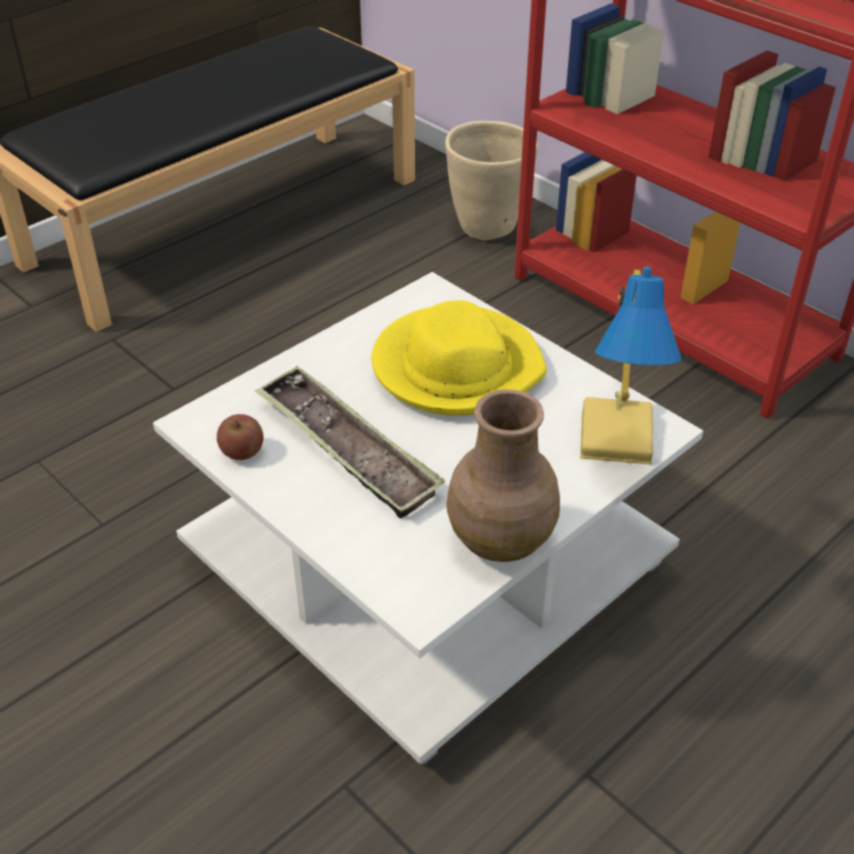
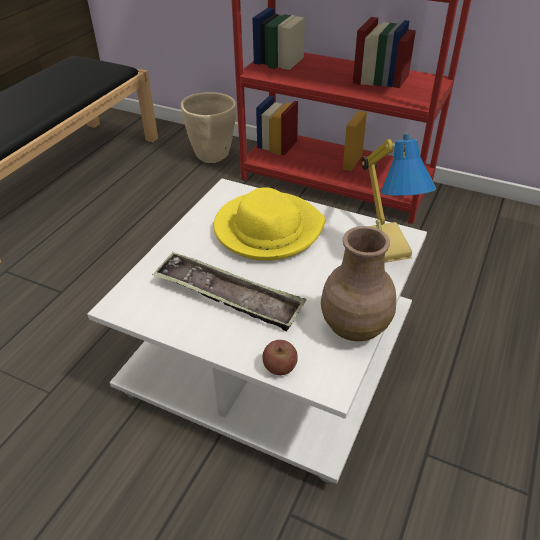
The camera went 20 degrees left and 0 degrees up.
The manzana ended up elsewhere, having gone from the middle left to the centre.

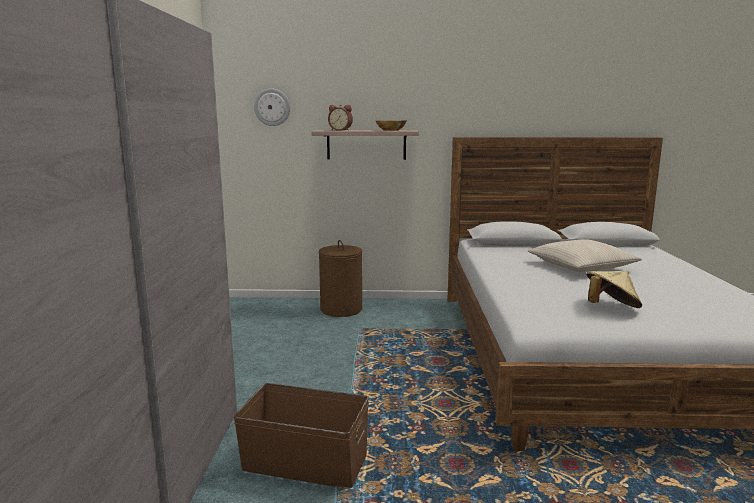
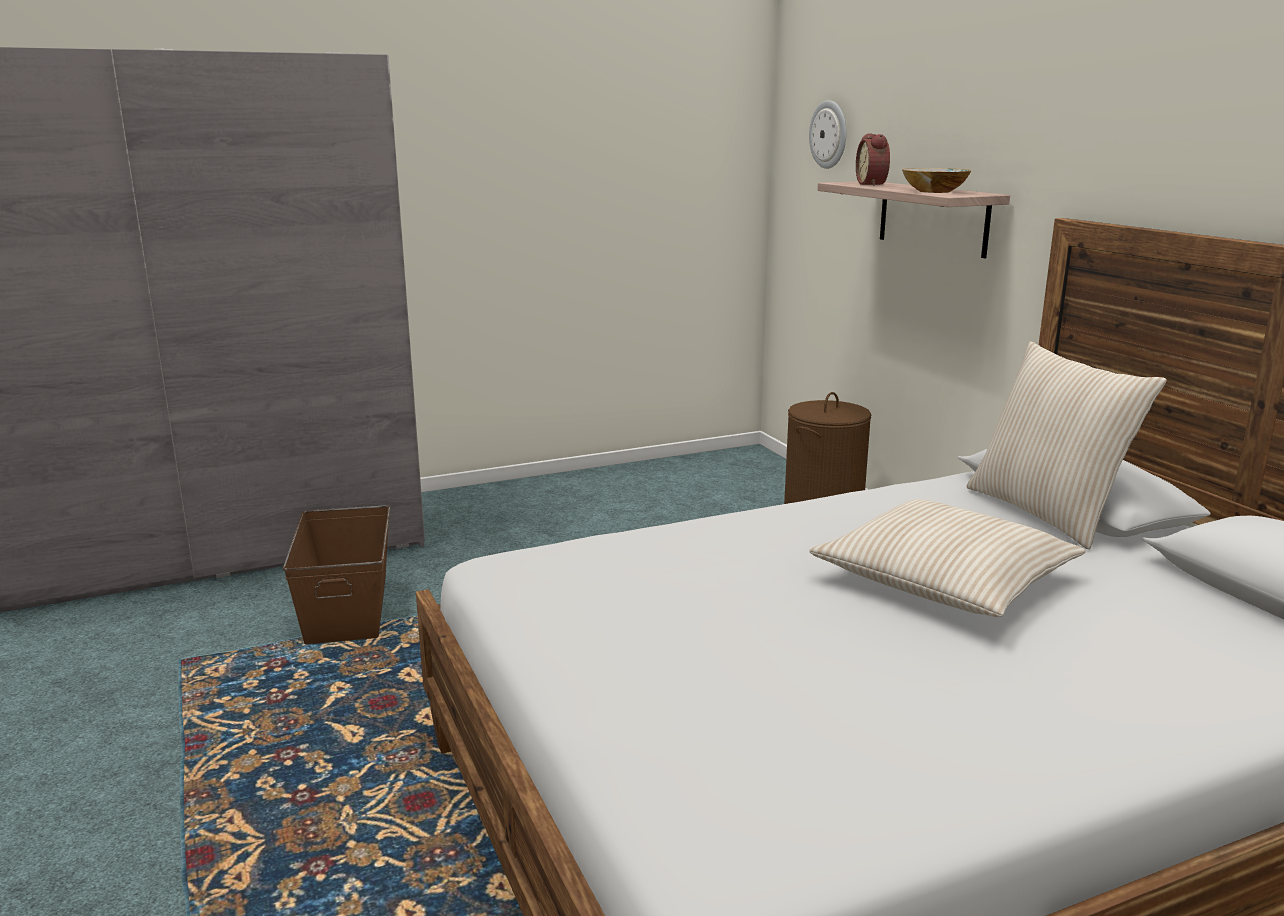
The camera went 65 degrees right and 5 degrees up.
The second view lost the sombrero [beis] at the middle right.
The second view gained the cojín [beis] (no. 2 from left) at the middle right.

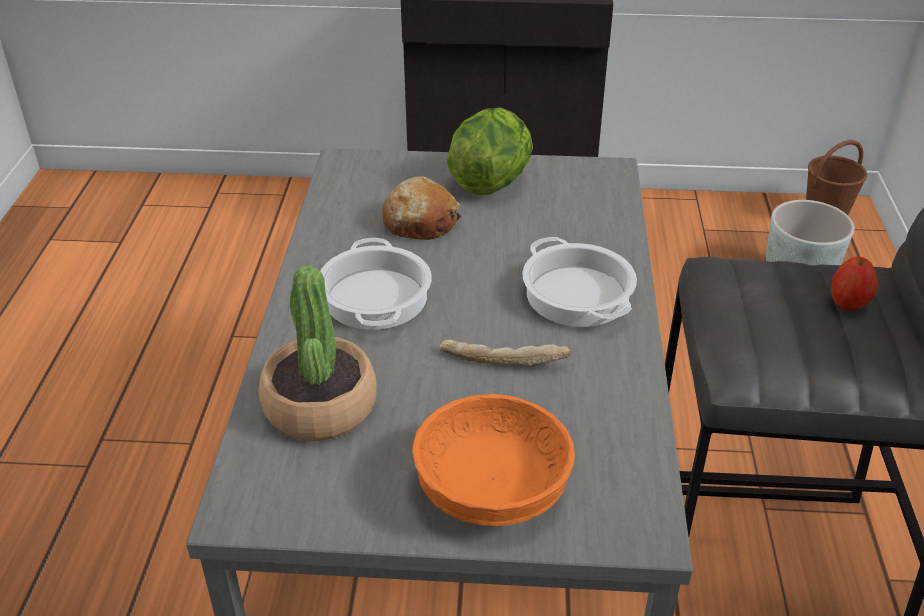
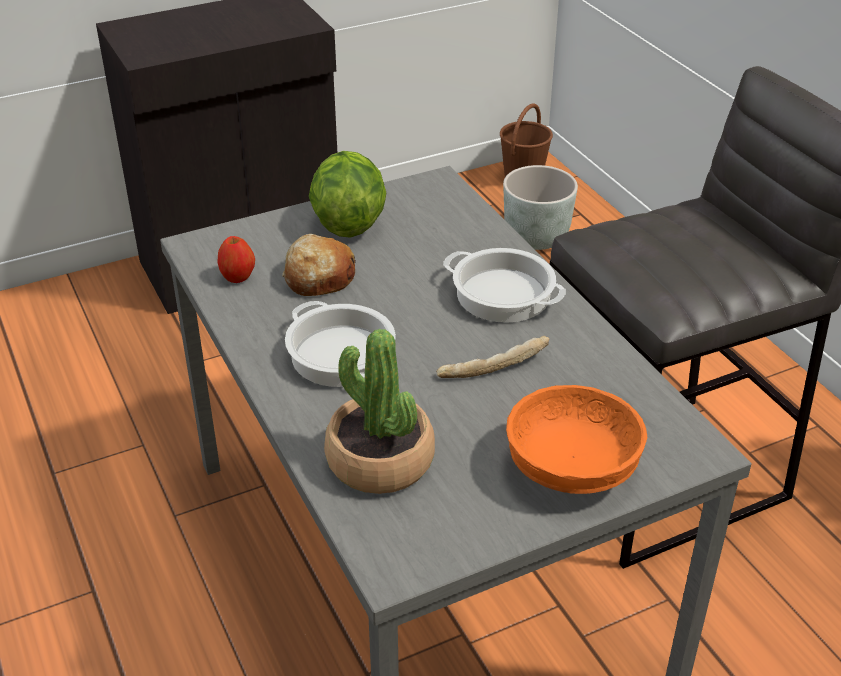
The camera went 30 degrees left and 0 degrees up.
The manzana ended up elsewhere, having gone from the middle right to the middle left.

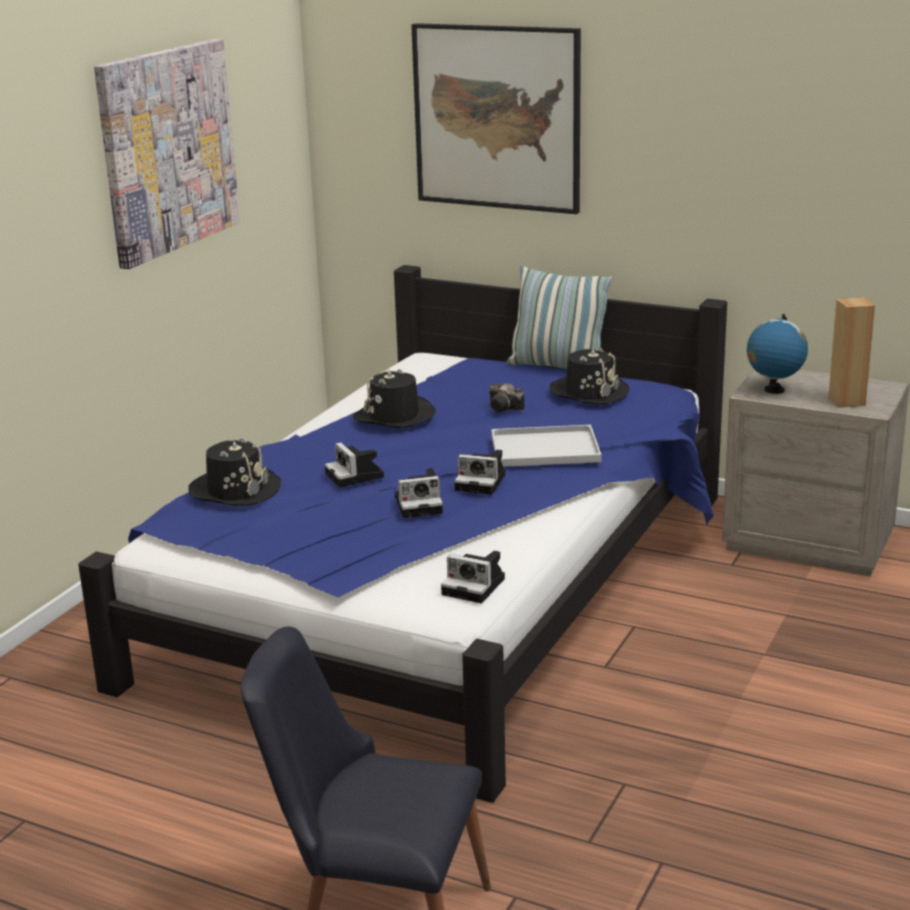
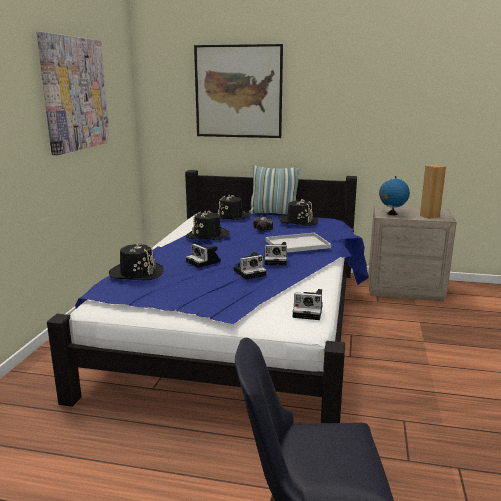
The camera went 15 degrees left and 5 degrees down.
The second view gained the sombrero [negro] (no. 3 from left) at the centre.

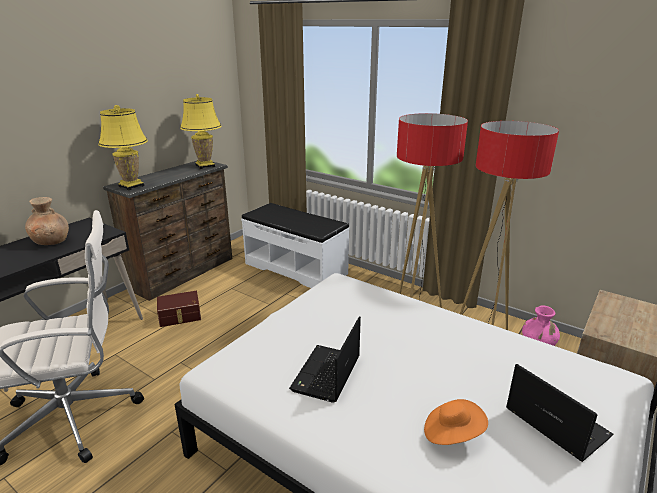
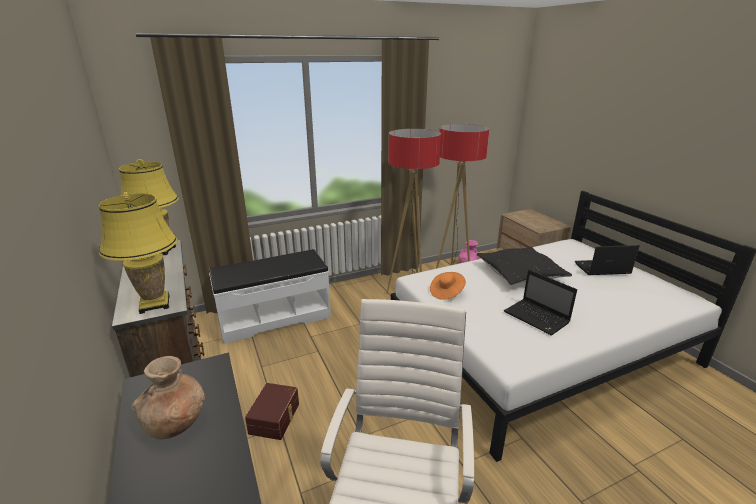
The camera went 60 degrees left and 0 degrees up.
The second view gained the cojín [negro] at the middle right.
The sombrero [naranja] ended up elsewhere, having gone from the bottom right to the centre.

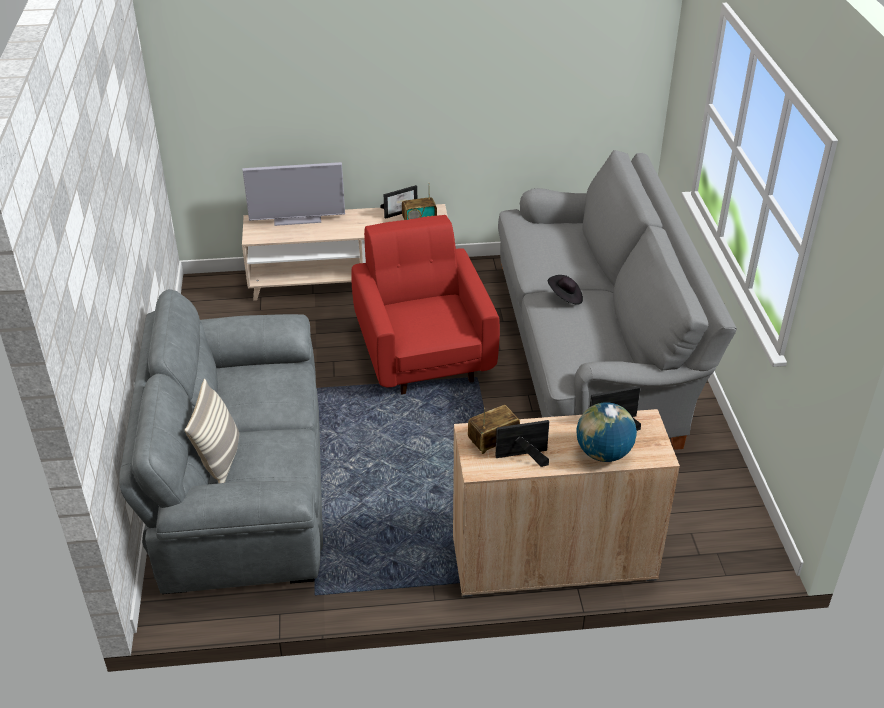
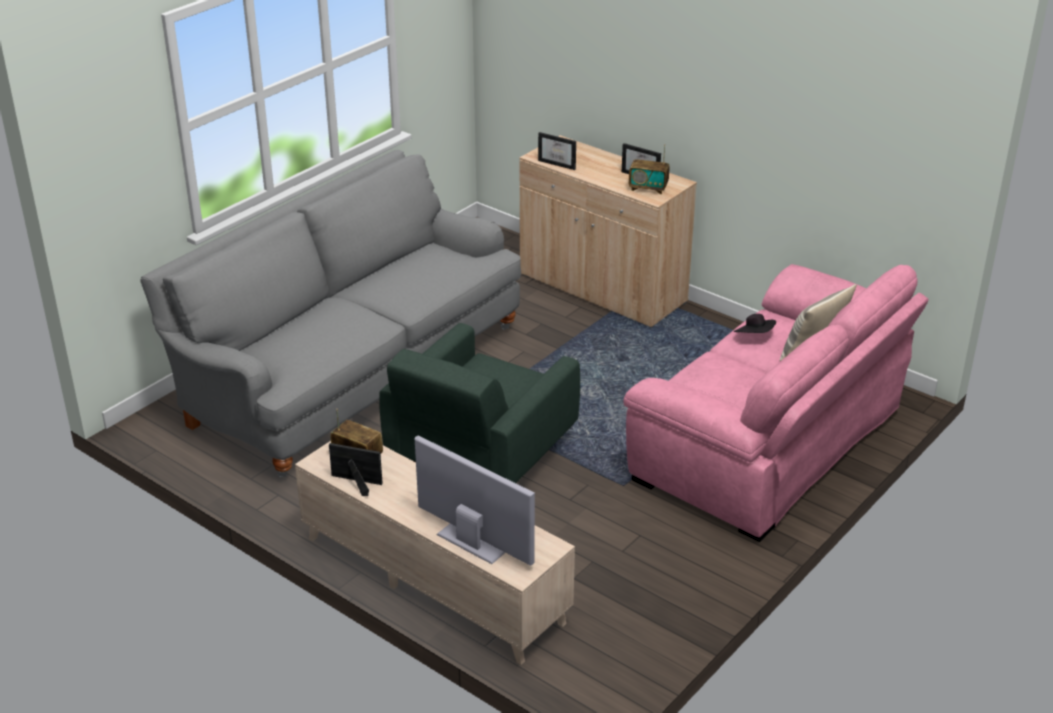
The camera went 135 degrees left and 5 degrees down.
The second view lost the globo terráqueo at the middle right.
The sombrero [negro] ended up elsewhere, having gone from the centre to the middle right.
What was the sofá [gris] (no. 1 from left) at the middle left turned into the sofá [rosa] at the middle right.
What was the sillón [rojo] at the centre turned into the sillón [verde] at the centre.

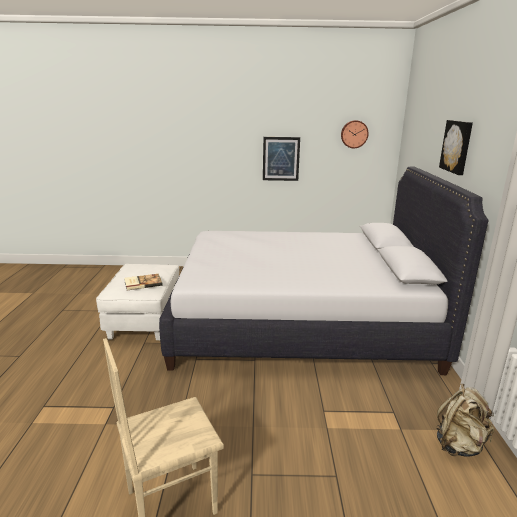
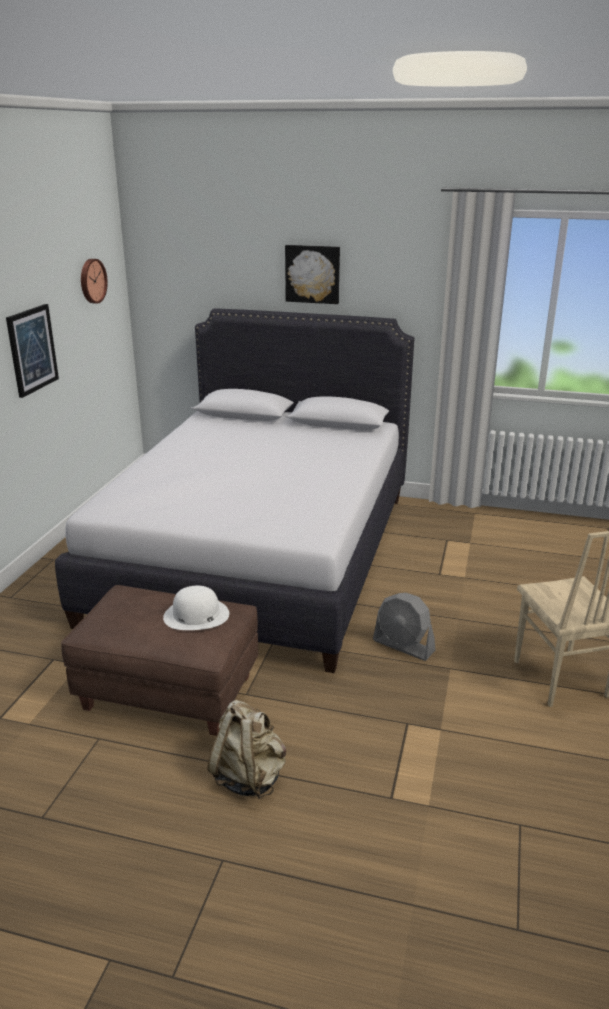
The camera went 75 degrees left and 5 degrees up.
The second view gained the ventilador [gris] at the centre.
The mochila [beis] ended up elsewhere, having gone from the bottom right to the bottom centre.
Where the libro stood at the middle left, the sombrero [blanco] came to stand at the middle left.
What was the puf [blanco] at the middle left turned into the puf [marrón] at the middle left.

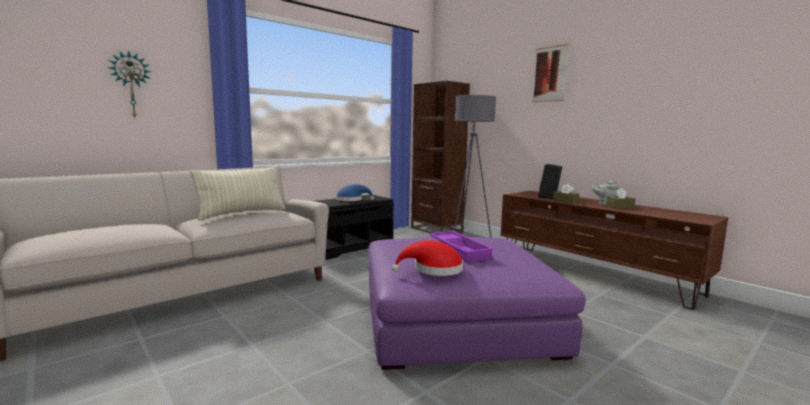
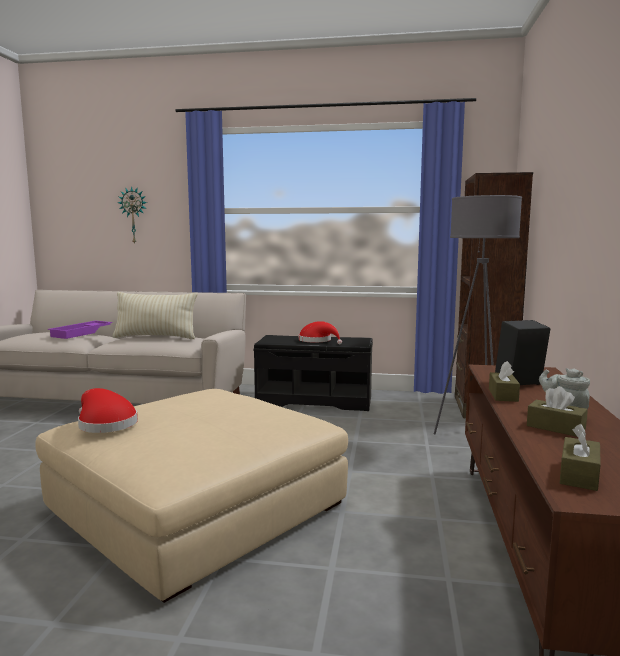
The camera went 50 degrees right and 0 degrees up.
The second view lost the cuadro at the top right.
The second view gained the caja de pañuelos [marrón] (no. 3 from left) at the bottom right.
The bandeja [morado] ended up elsewhere, having gone from the centre to the middle left.
What was the sombrero [azul] at the centre turned into the sombrero [rojo] (no. 2 from left) at the centre.
What was the puf [morado] at the bottom centre turned into the puf [beis] at the bottom left.

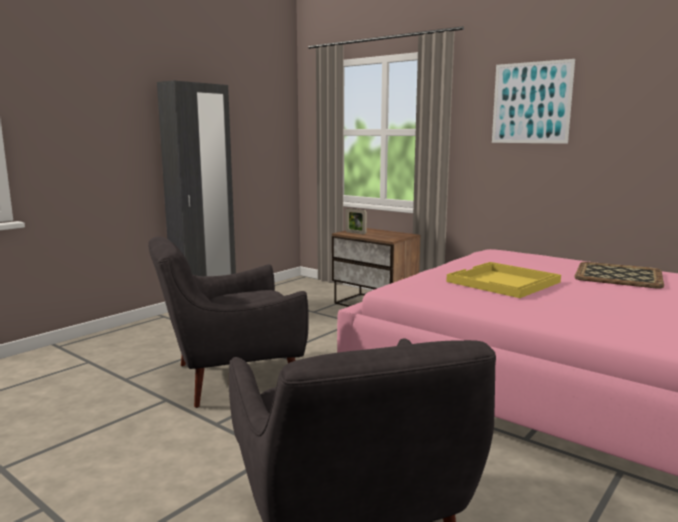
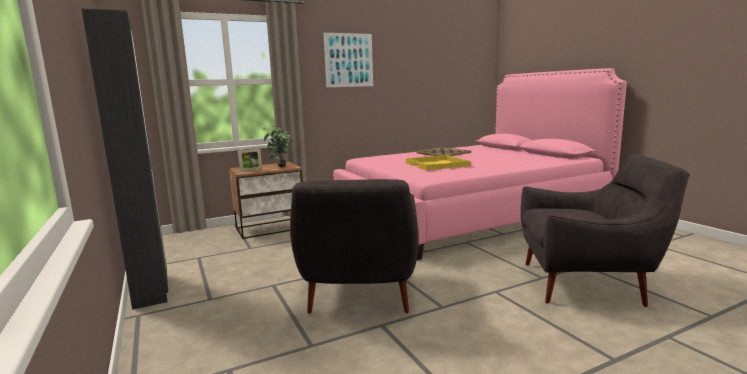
The camera went 65 degrees left and 0 degrees up.
The second view gained the planta en maceta at the centre.

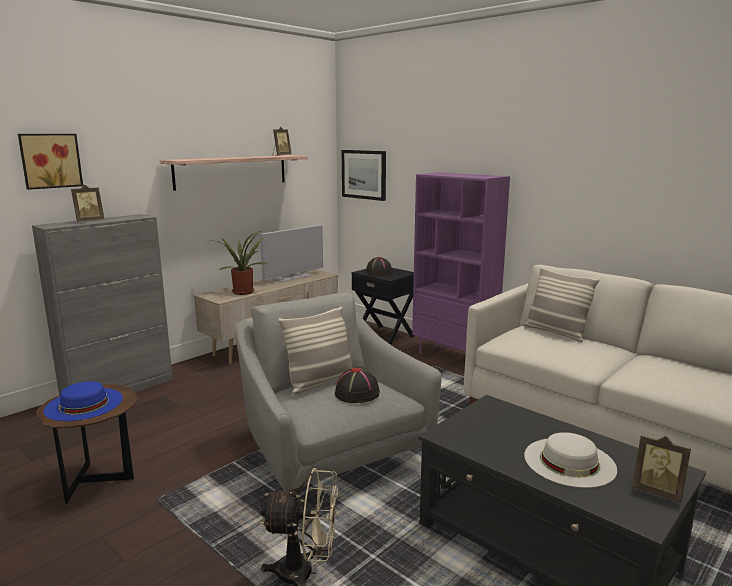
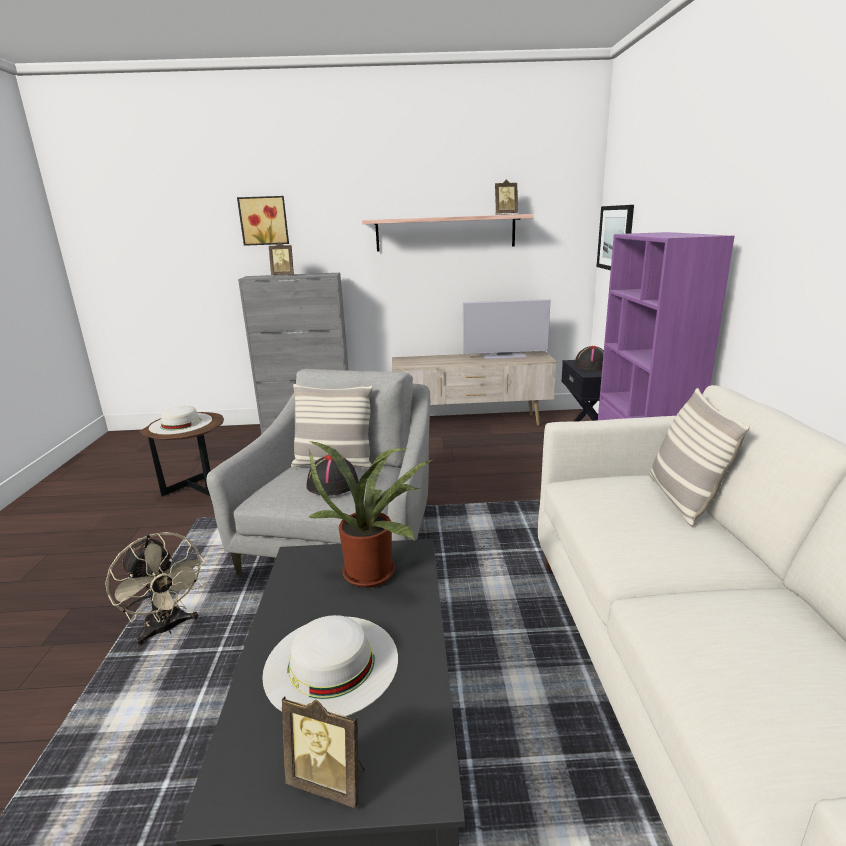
The camera went 45 degrees right and 5 degrees up.
The planta en maceta ended up elsewhere, having gone from the middle left to the centre.
What was the sombrero [azul] at the bottom left turned into the sombrero [blanco] (no. 1 from left) at the middle left.
The portarretratos (no. 3 from left in the first image) at the bottom right ended up facing another way, 60 degrees counterclockwise from before.

